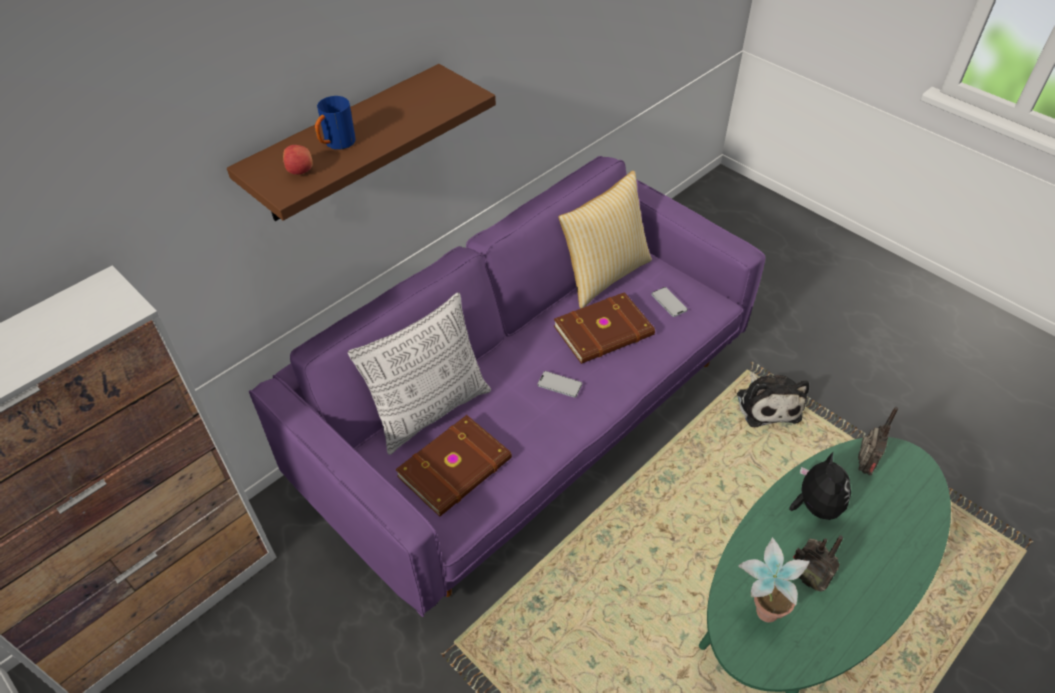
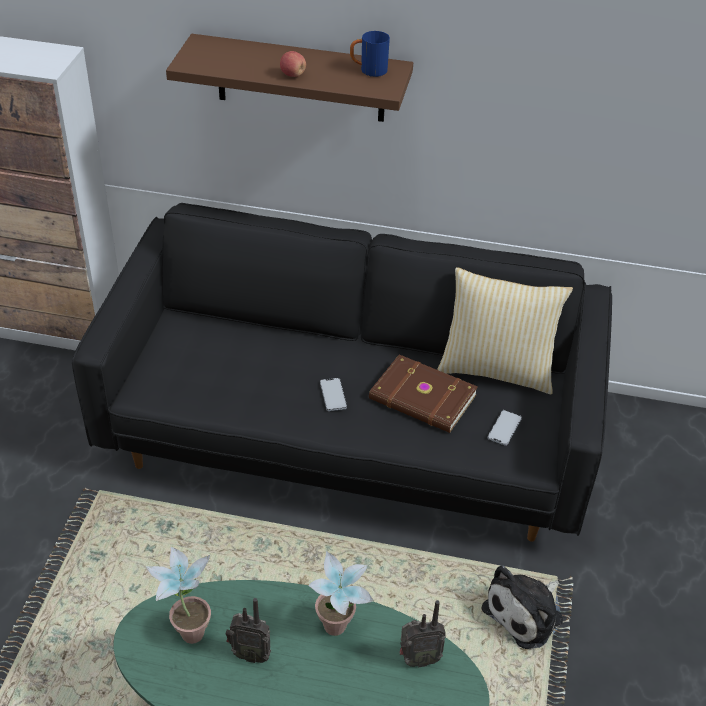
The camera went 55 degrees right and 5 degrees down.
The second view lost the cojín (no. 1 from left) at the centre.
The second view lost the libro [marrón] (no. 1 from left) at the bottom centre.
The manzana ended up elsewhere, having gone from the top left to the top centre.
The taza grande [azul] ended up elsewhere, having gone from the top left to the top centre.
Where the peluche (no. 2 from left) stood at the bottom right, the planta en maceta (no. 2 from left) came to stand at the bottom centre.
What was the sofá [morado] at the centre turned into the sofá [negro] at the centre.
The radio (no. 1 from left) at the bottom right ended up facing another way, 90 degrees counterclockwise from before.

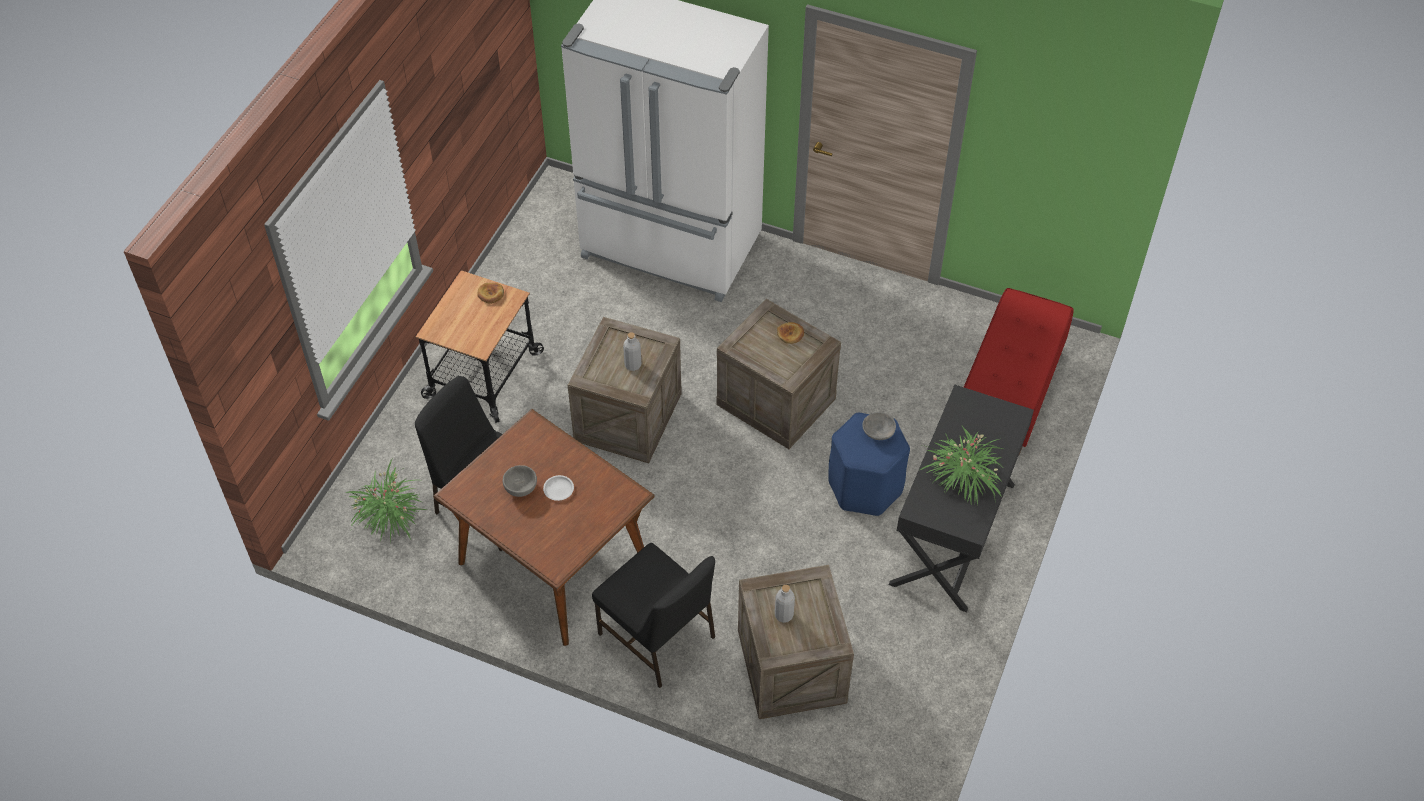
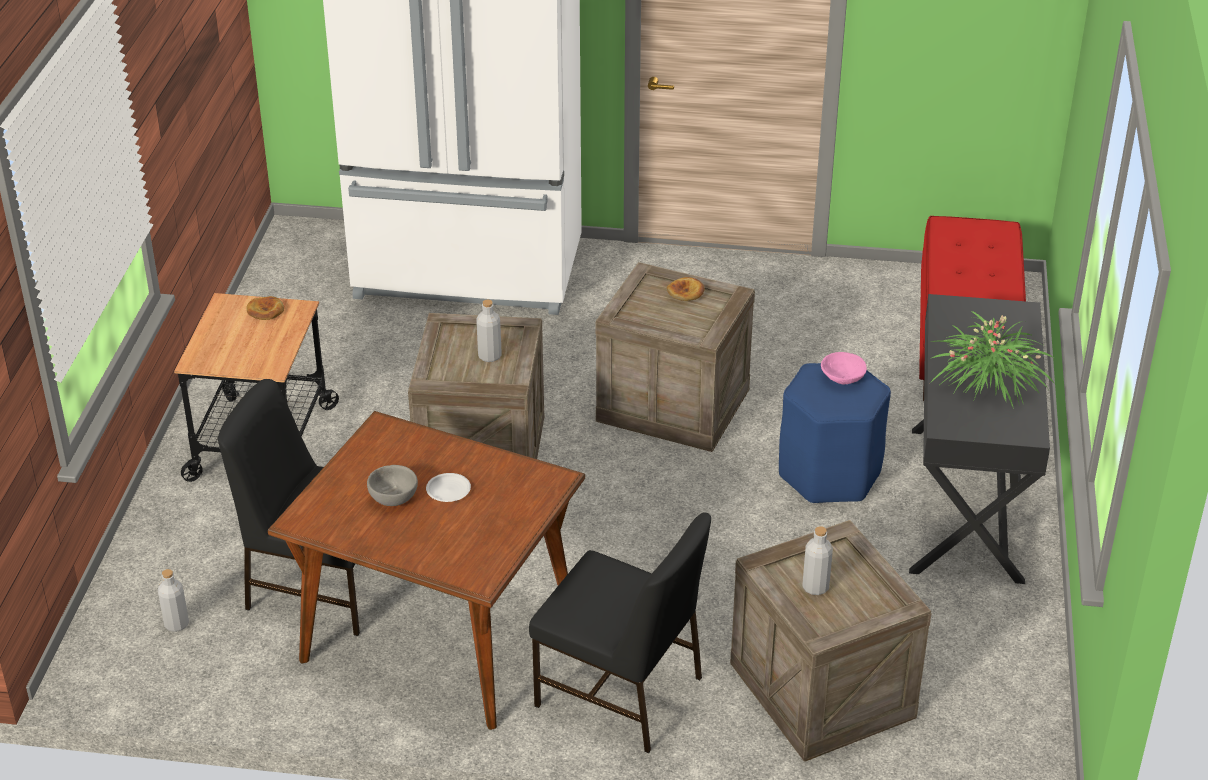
The camera went 15 degrees left and 15 degrees down.
Where the planta en maceta (no. 1 from left) stood at the middle left, the botella [gris] (no. 1 from left) came to stand at the bottom left.
What was the cuenco [gris] (no. 2 from left) at the centre turned into the cuenco [rosa] at the middle right.

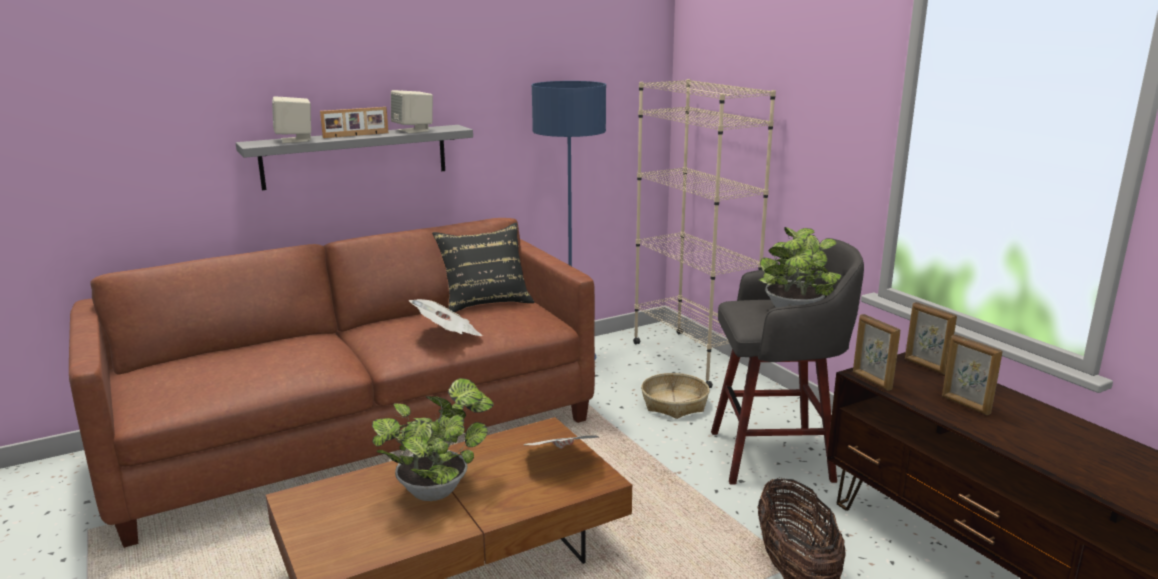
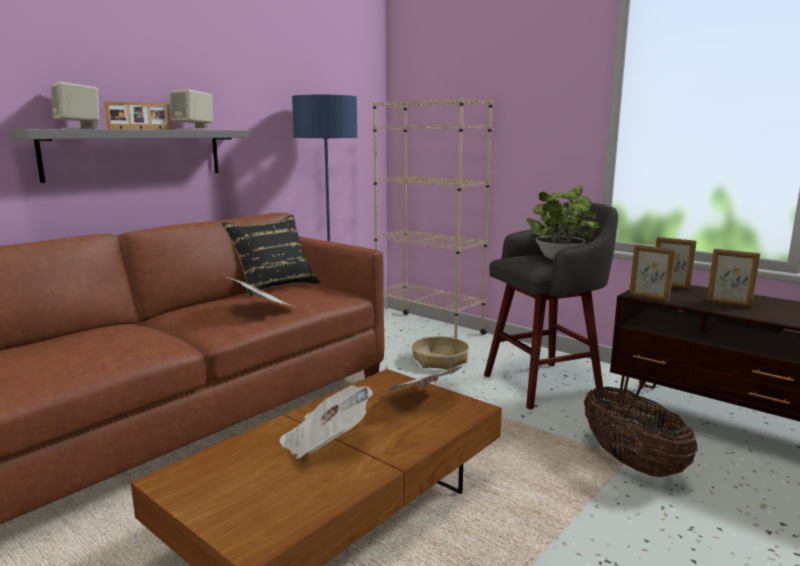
The camera went 20 degrees left and 5 degrees down.
Where the planta en maceta (no. 1 from left) stood at the bottom centre, the periódico (no. 2 from left) came to stand at the bottom centre.

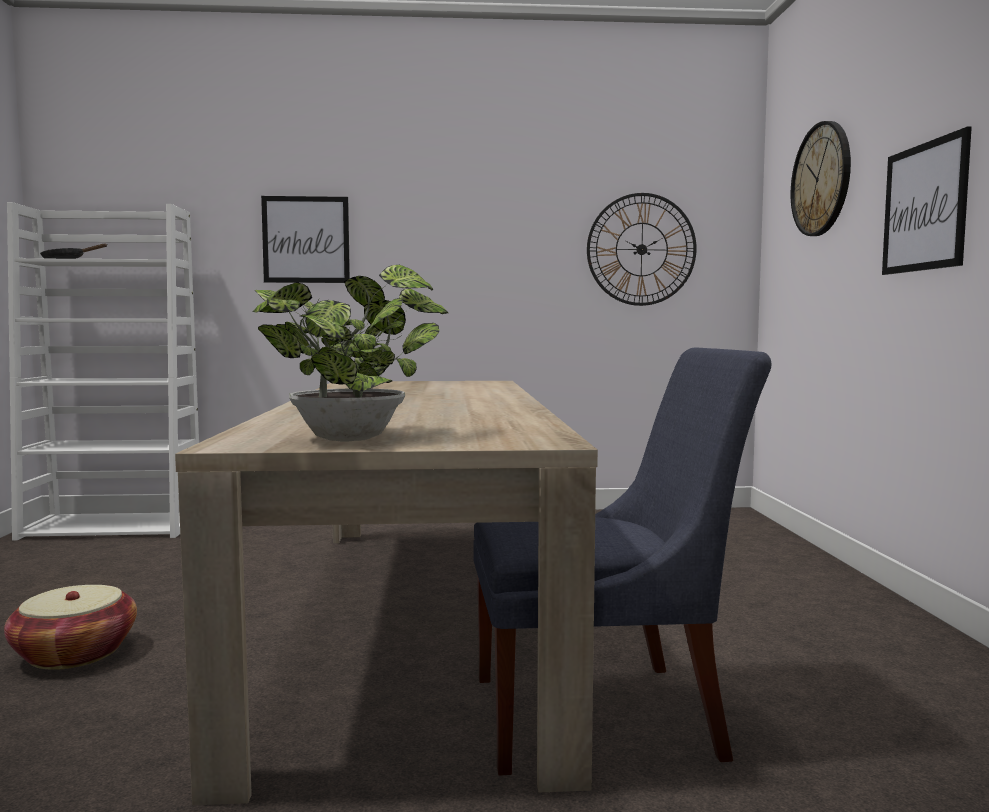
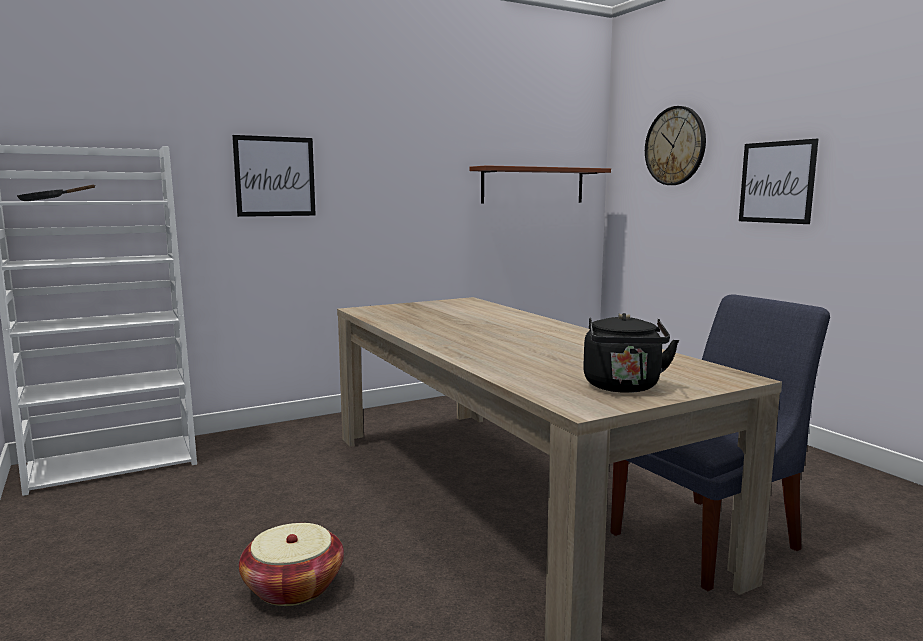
The camera went 25 degrees left and 5 degrees up.
Where the planta en maceta stood at the centre, the hervidor [negro] came to stand at the middle right.
Where the reloj de pared (no. 1 from left) hung at the top centre, the estante [marrón] came to hang at the top centre.

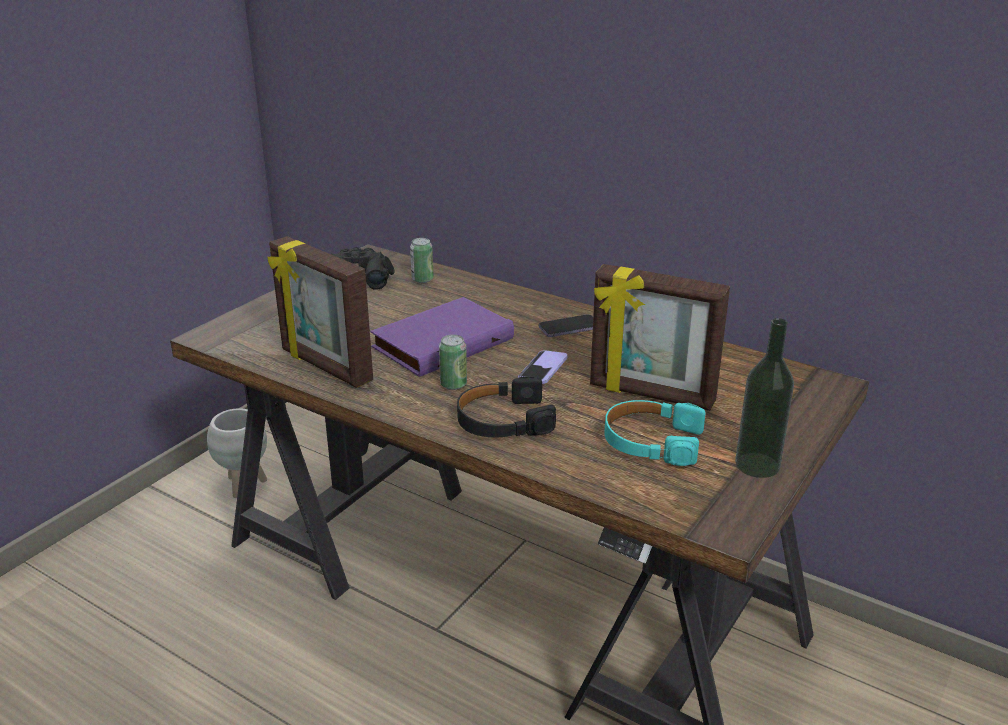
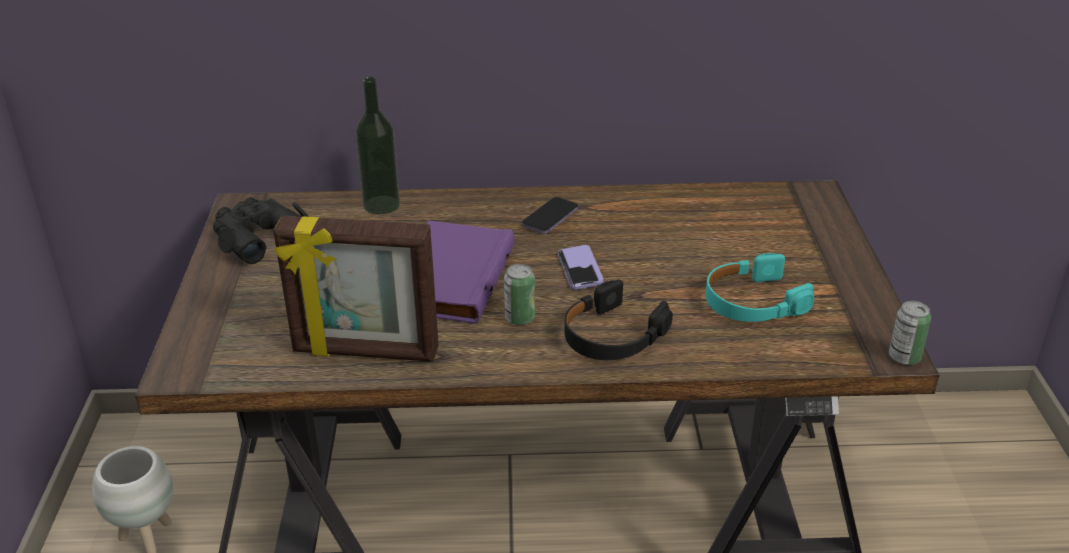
The camera went 35 degrees left and 5 degrees up.
The second view lost the portarretratos (no. 2 from left) at the centre.
The lata (no. 1 from left in the first image) ended up elsewhere, having gone from the centre to the middle right.
The botella ended up elsewhere, having gone from the middle right to the top centre.

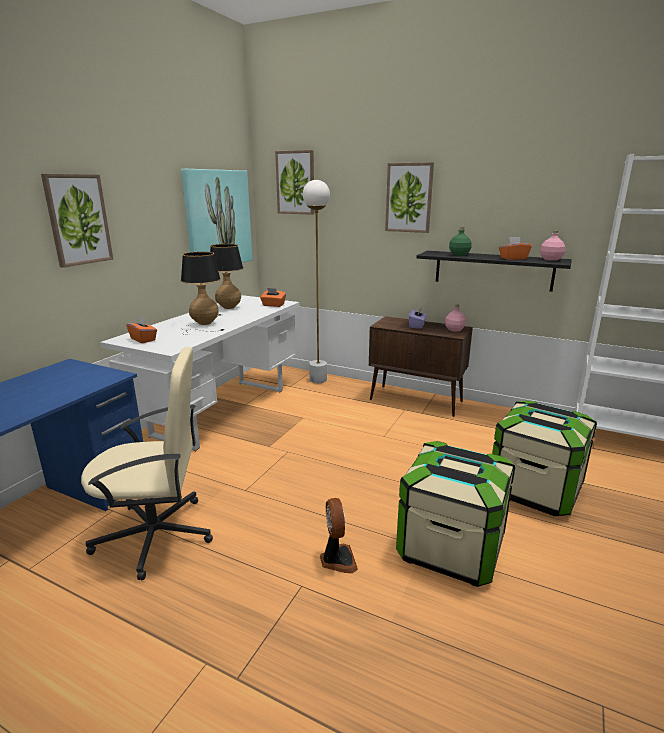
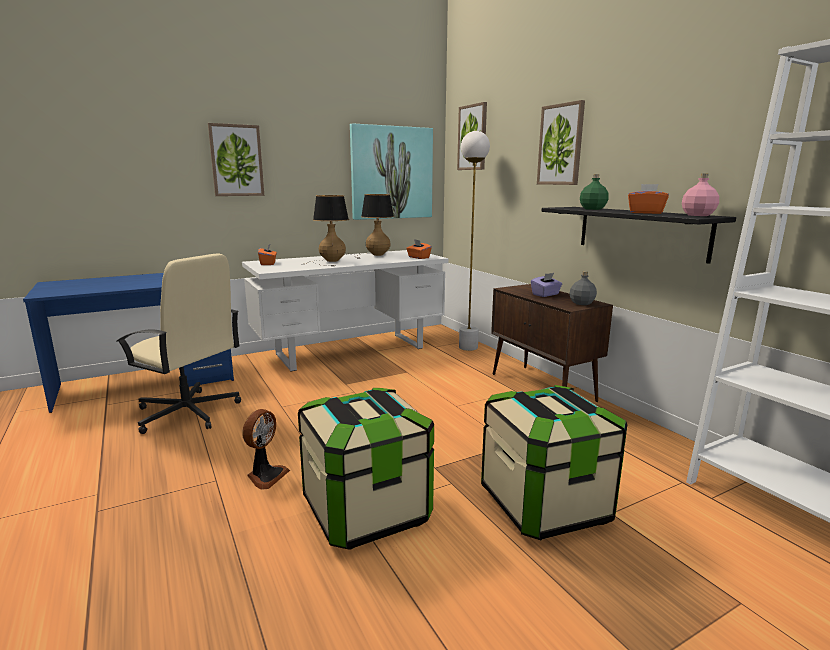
The camera went 35 degrees right and 5 degrees down.
What was the botella [rosa] (no. 1 from left) at the middle right turned into the botella [gris] at the middle right.

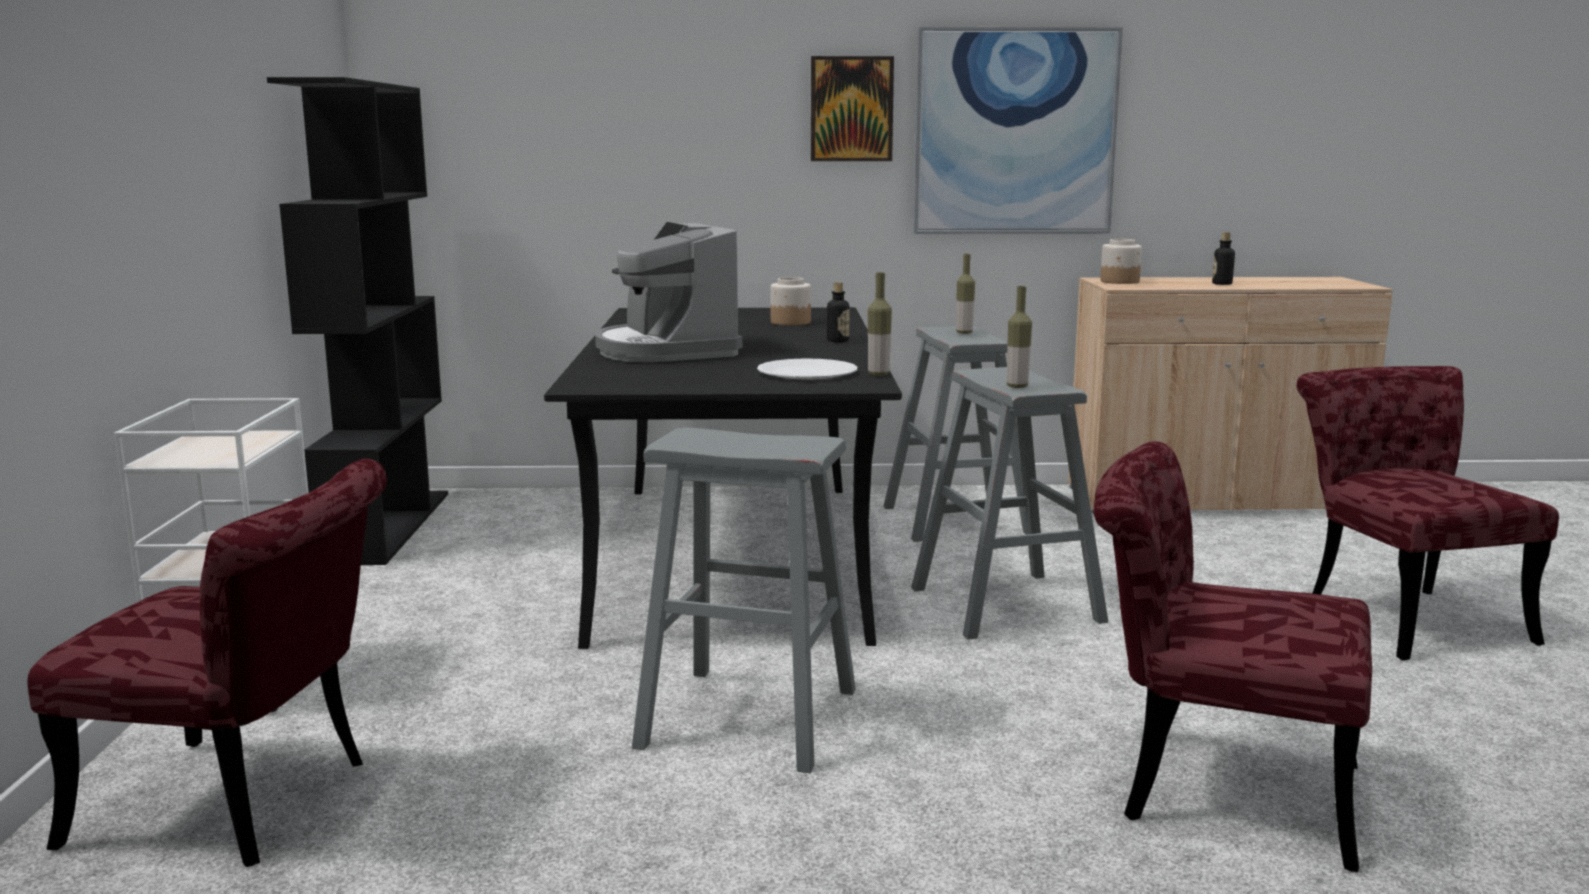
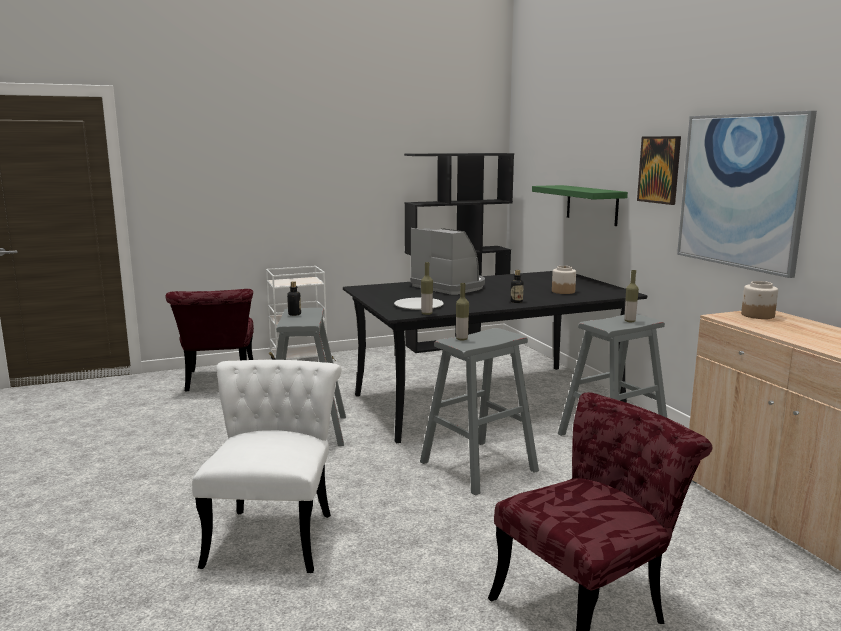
The camera went 70 degrees right and 0 degrees up.
The second view gained the estante [verde] at the top right.
The botella (no. 5 from left in the first image) ended up elsewhere, having gone from the top right to the centre.
What was the silla [rojo] (no. 2 from left) at the bottom right turned into the silla [blanco] at the bottom left.
The cafetera at the top centre ended up facing another way, 90 degrees clockwise from before.

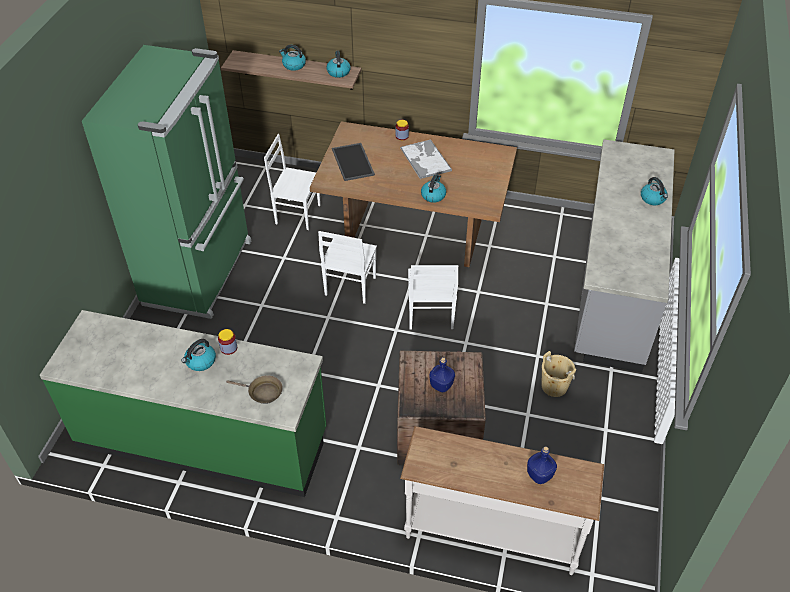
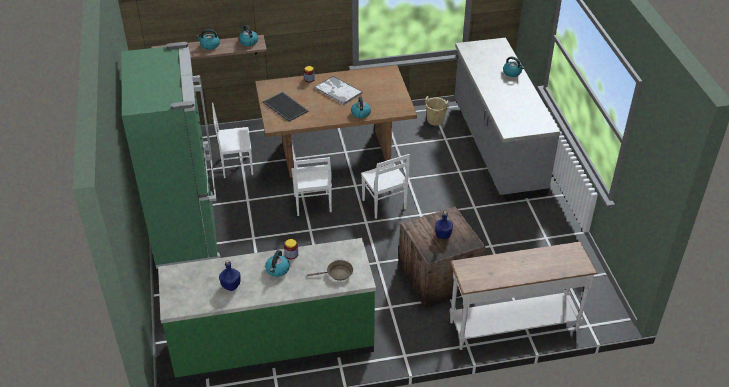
The camera went 25 degrees left and 5 degrees down.
The botella [azul] (no. 2 from left in the first image) ended up elsewhere, having gone from the bottom right to the bottom left.
The cubo [beis] ended up elsewhere, having gone from the middle right to the top centre.

